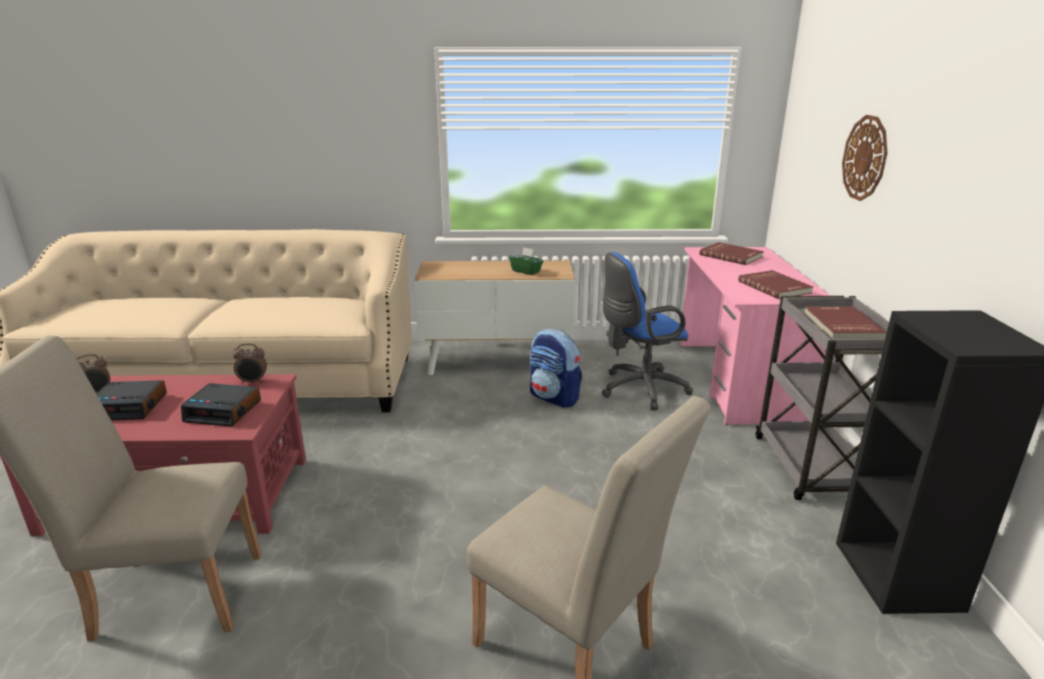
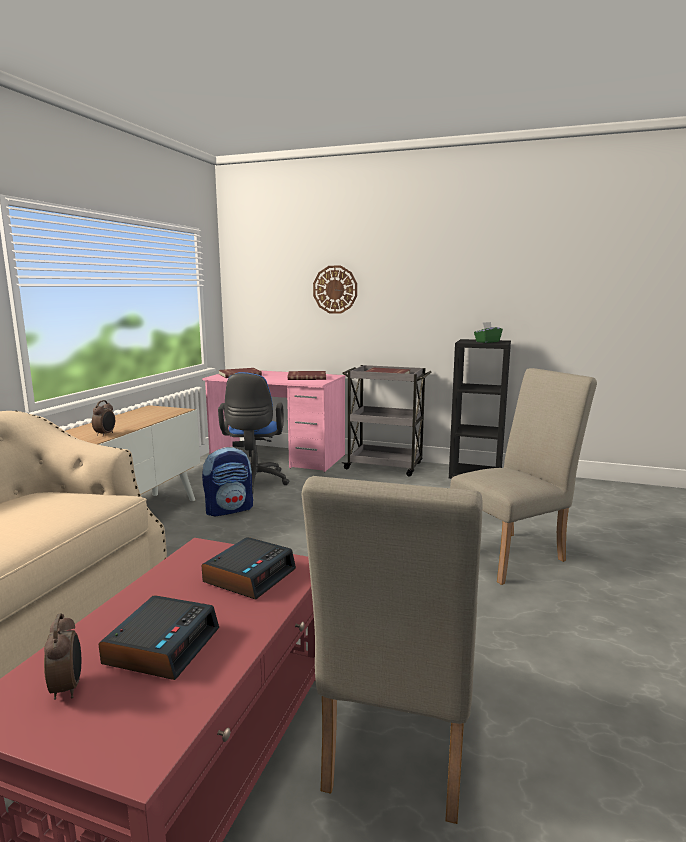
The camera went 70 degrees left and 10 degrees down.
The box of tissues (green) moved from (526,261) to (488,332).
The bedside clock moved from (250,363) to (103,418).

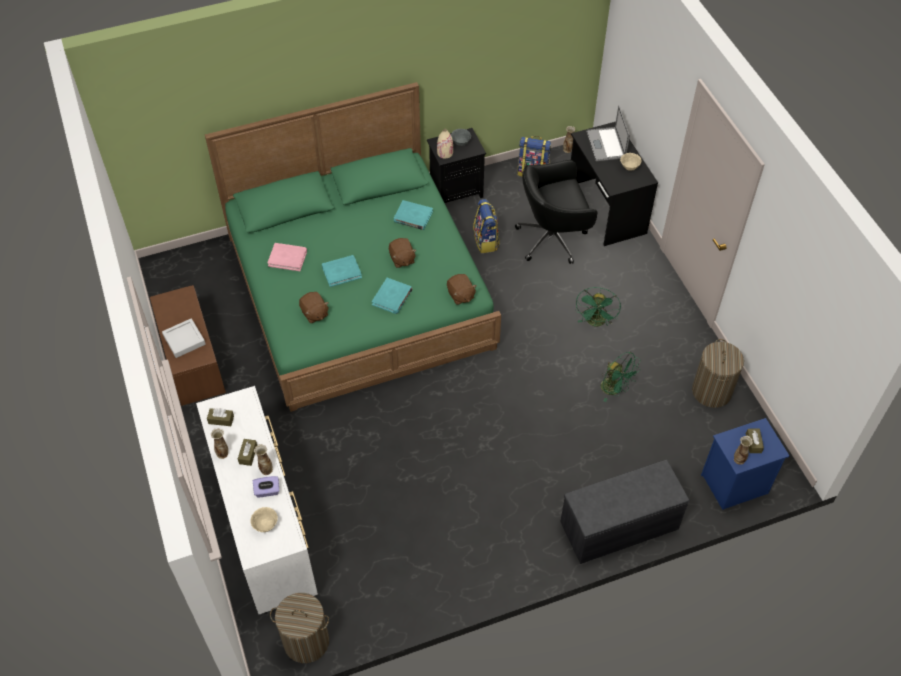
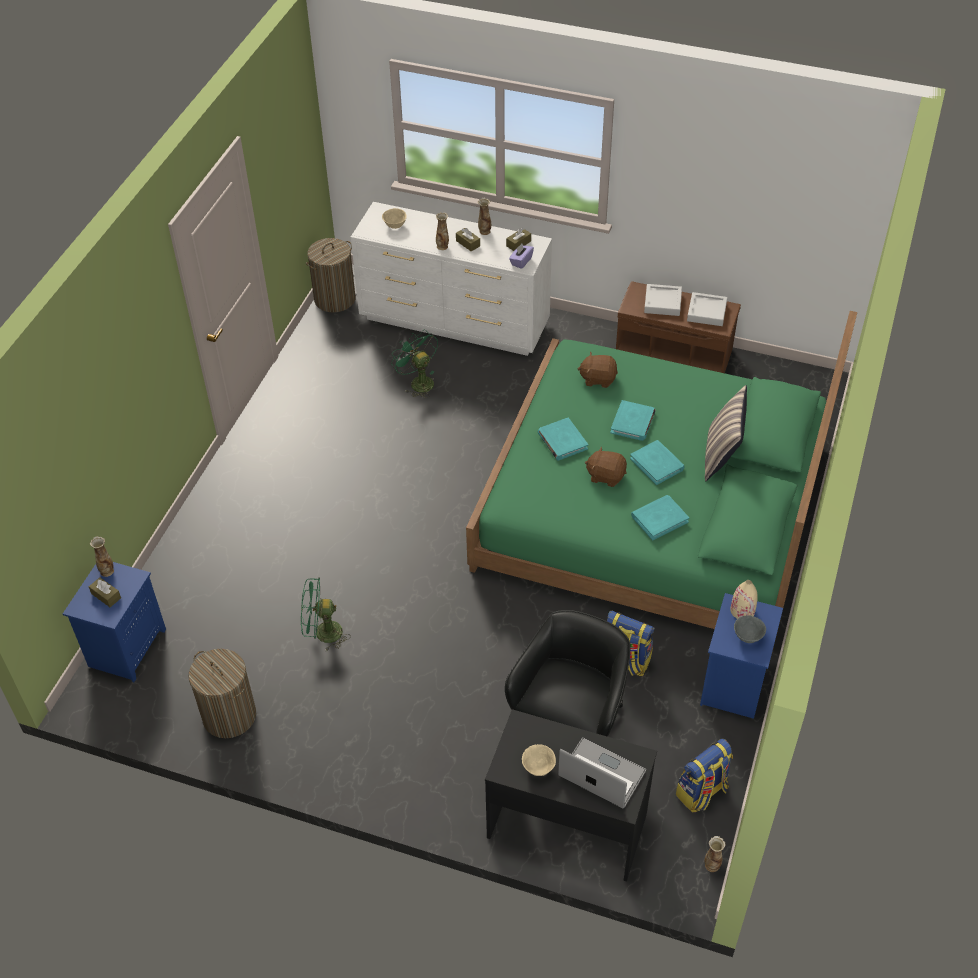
The camera went 130 degrees right and 5 degrees down.
The bedside table (blackish) at (456,165) became the bedside table (bluish) at (741,656).
The volume (pink-coloured) at (287,257) disappeared.
The cuddly toy (brown-coloured) at (462,289) disappeared.
The electric fan (green) moved from (598,307) to (414,363).
The bench (grey) at (624,512) disappeared.
The box of tissues (purple-coloured) moved from (266,486) to (521,256).
The carrying tray (grey) at (707,309) appeared.
The throw pillow at (726,433) appeared.
The volume (turquoise-coloured) at (657,462) appeared.

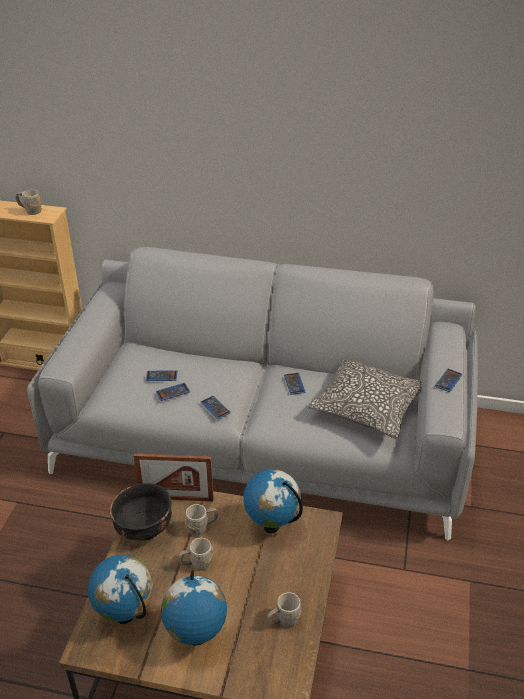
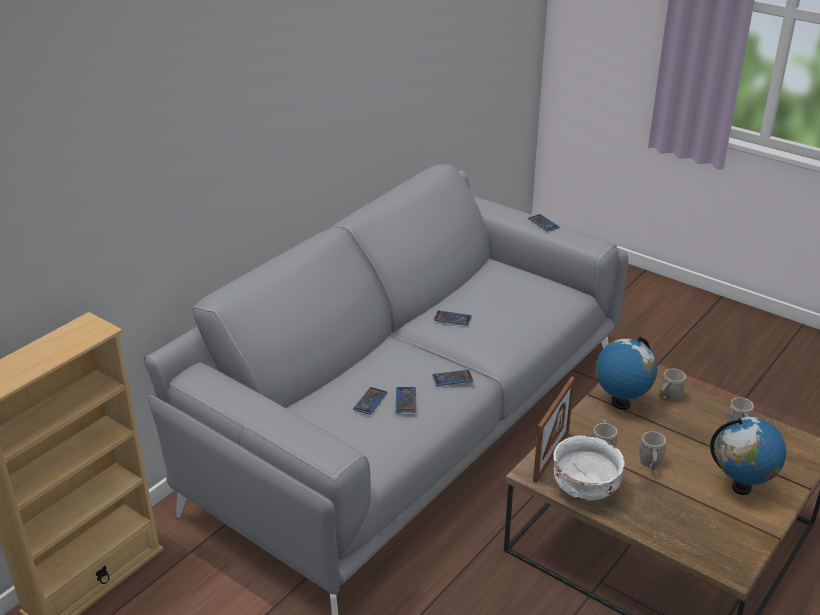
The camera went 65 degrees left and 5 degrees down.
The mug (grey) moved from (29,202) to (672,385).
The throw pillow at (365,399) disappeared.
The serving bowl (blackish) at (141,511) became the serving bowl (white-coloured) at (589,468).
The desk globe at (120,589) disappeared.

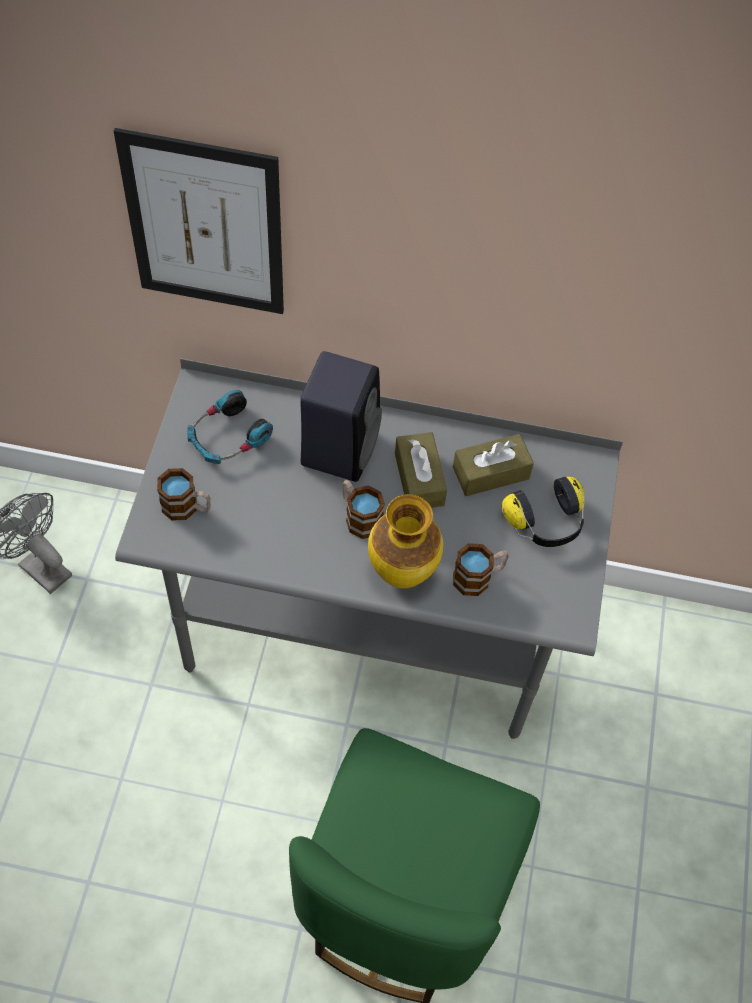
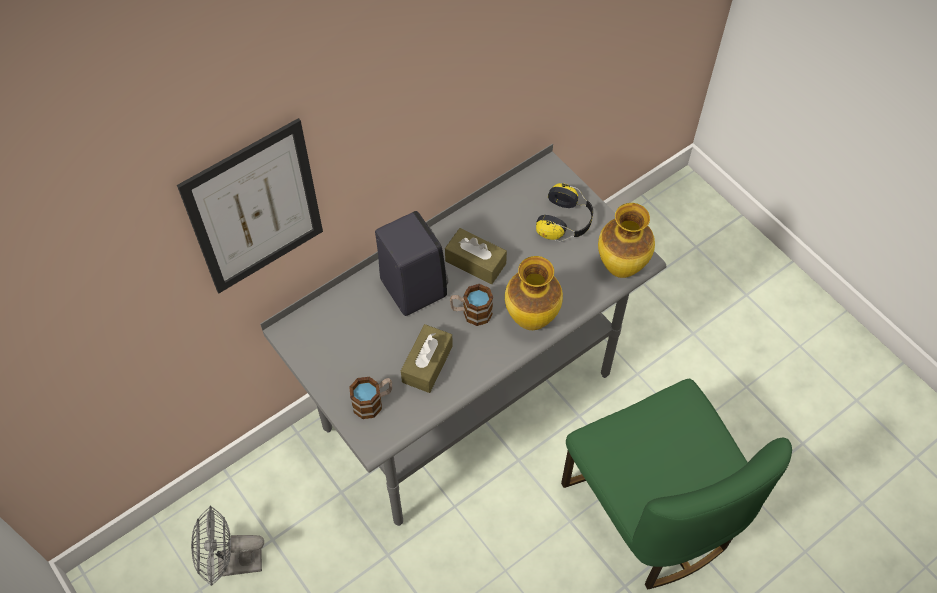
The camera went 45 degrees left and 0 degrees up.
The headset at (230,427) disappeared.
The box of tissues (brown-coloured) moved from (493,465) to (427,358).
The mug at (481,569) disappeared.
The vase at (626,240) appeared.

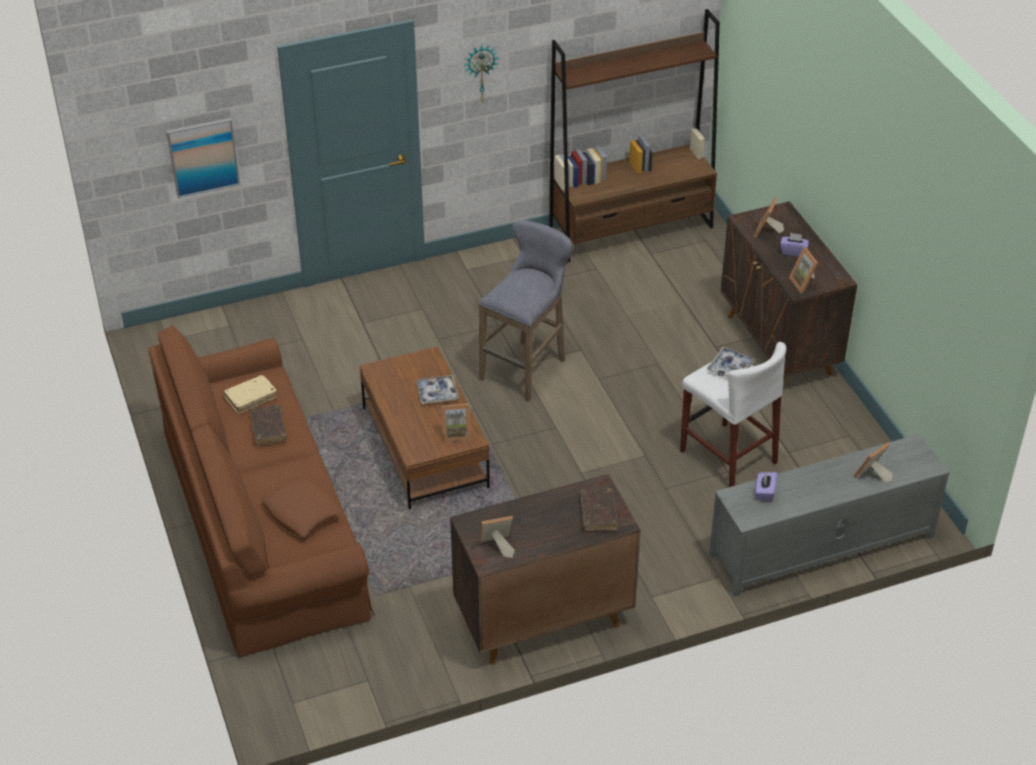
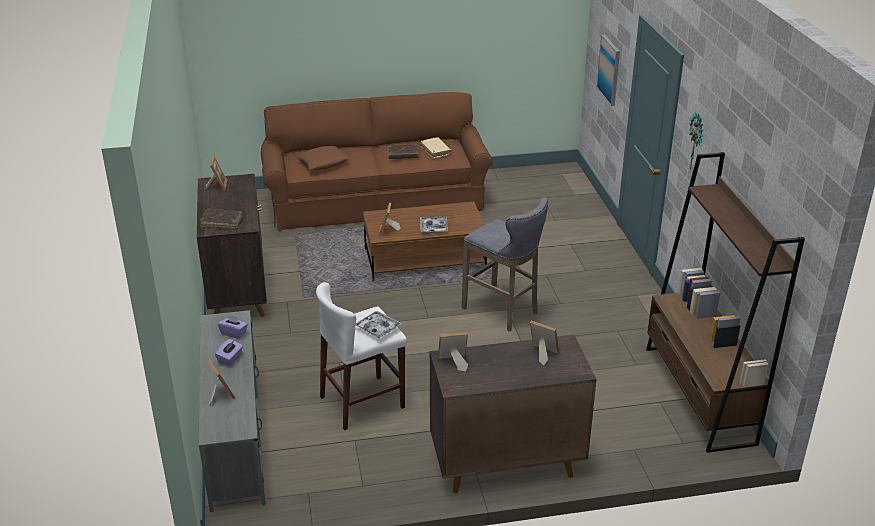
The camera went 100 degrees right and 10 degrees down.
The box of tissues (purple-coloured) moved from (794,245) to (229,352).

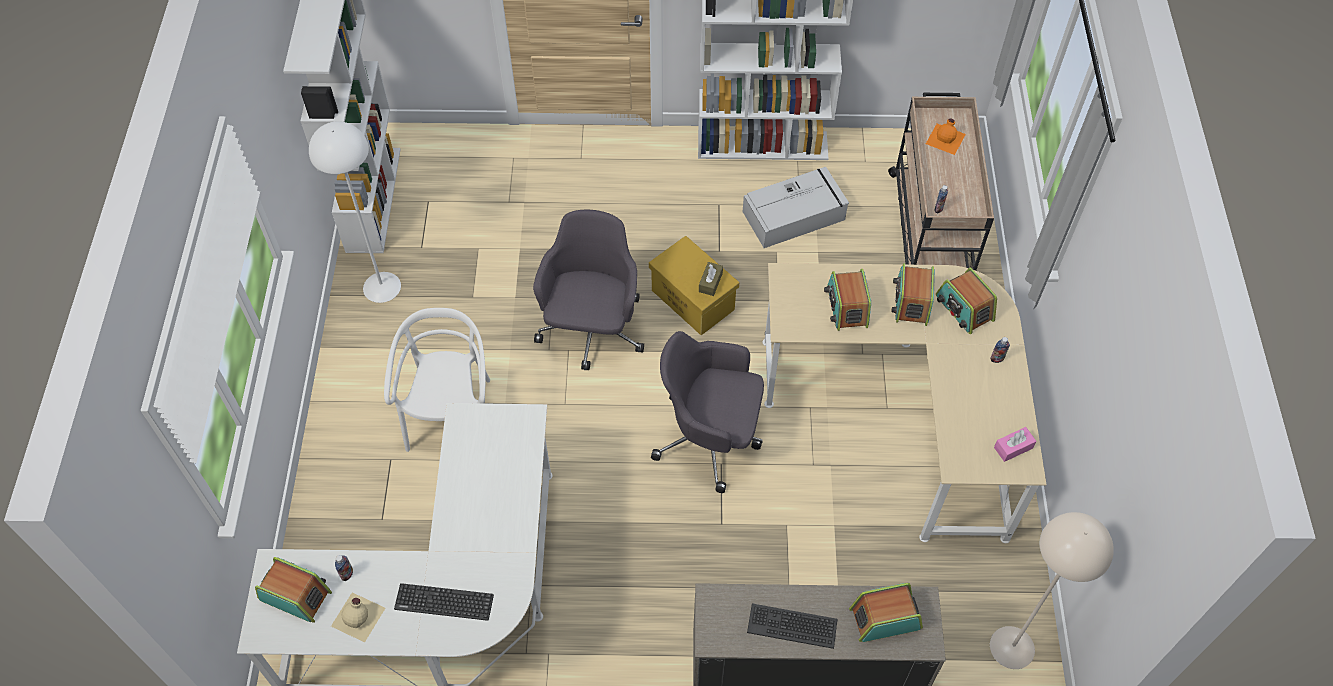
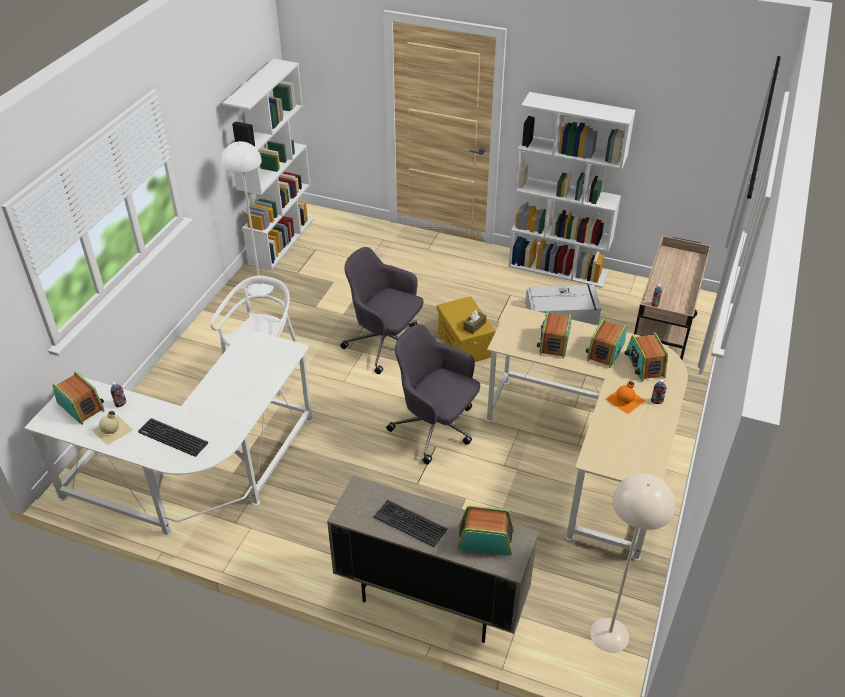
The camera went 20 degrees right and 15 degrees down.
The drink bottle (orangey) moved from (946,137) to (625,397).
The office chair (grey) at (588,290) turned 90 degrees counterclockwise.
The box of tissues (pink-coloured) at (1015,444) disappeared.

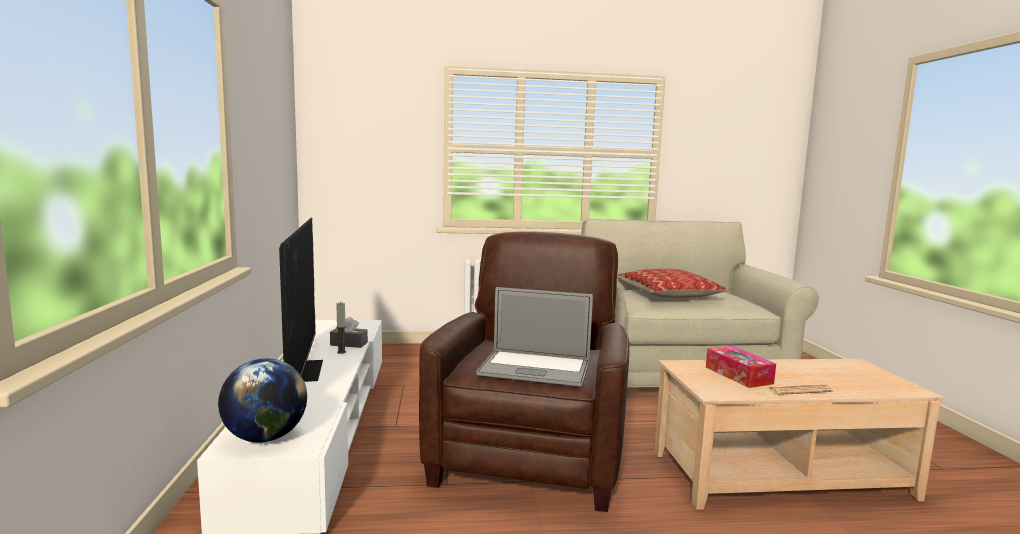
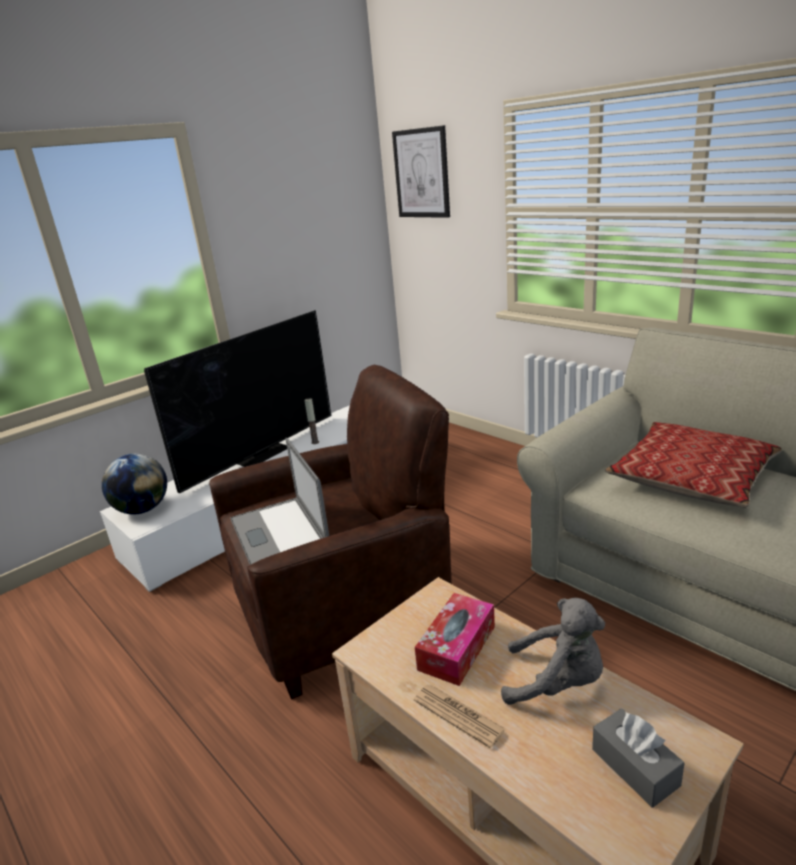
The camera went 55 degrees right and 15 degrees up.
The box of tissues (grey) moved from (349,332) to (638,758).
The picture at (421,171) appeared.
The cuddly toy (grey) at (553,651) appeared.

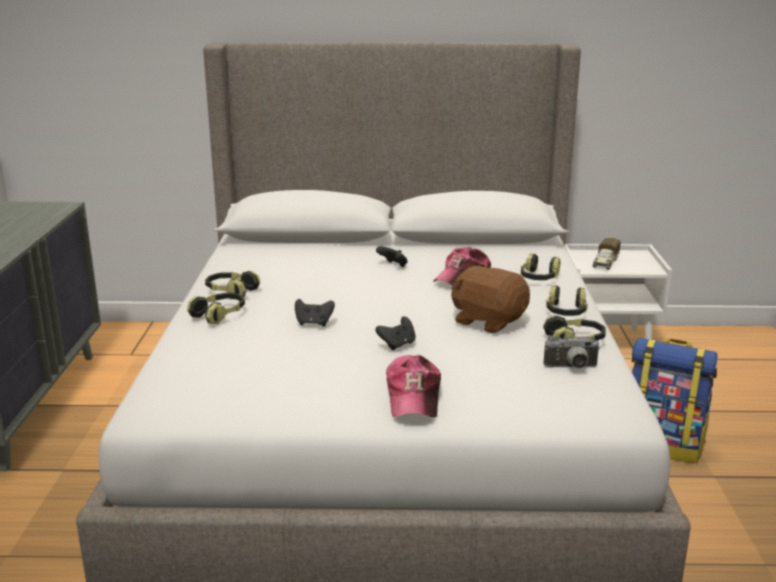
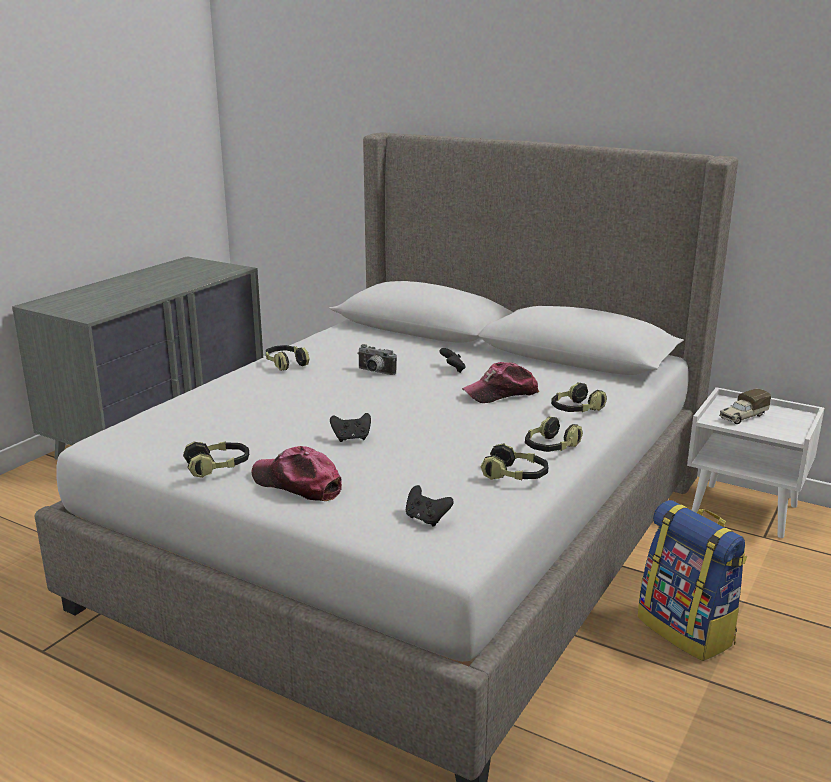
The camera went 30 degrees right and 0 degrees up.
The cuddly toy (brown-coloured) at (490,298) disappeared.
The headset moved from (216,308) to (216,459).
The gamepad (blackish) moved from (315,313) to (430,505).
The still camera moved from (571,352) to (377,359).
The baseball cap at (413,386) turned 90 degrees clockwise.

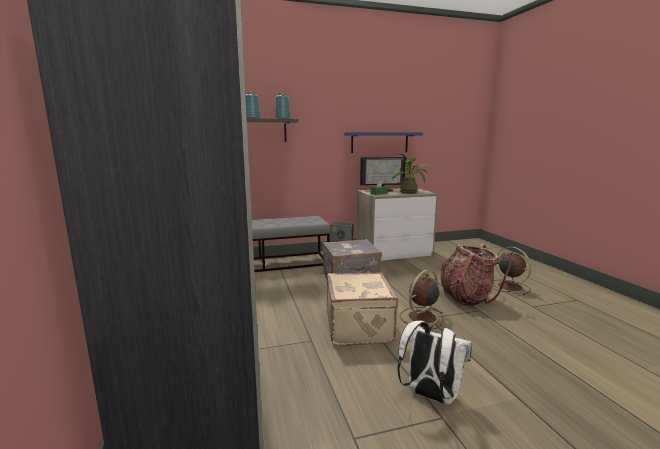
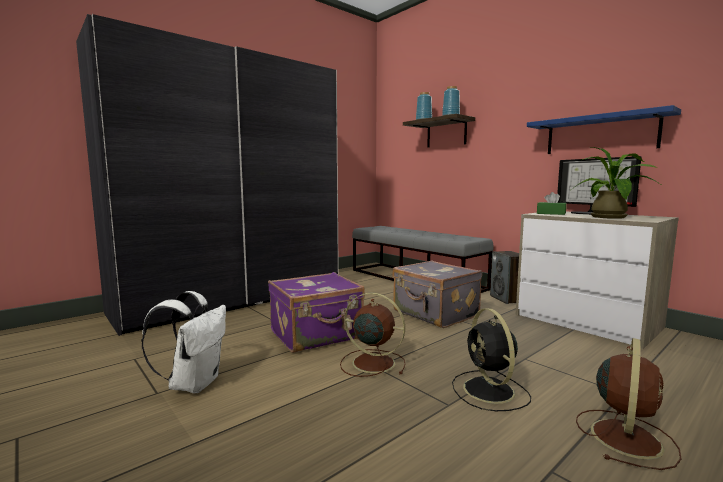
The camera went 65 degrees right and 5 degrees down.
The knapsack at (476,275) was replaced by the electric fan (blackish) at (491,359).
The suitcase (sand-coloured) at (362,308) became the suitcase (purple-coloured) at (316,312).

